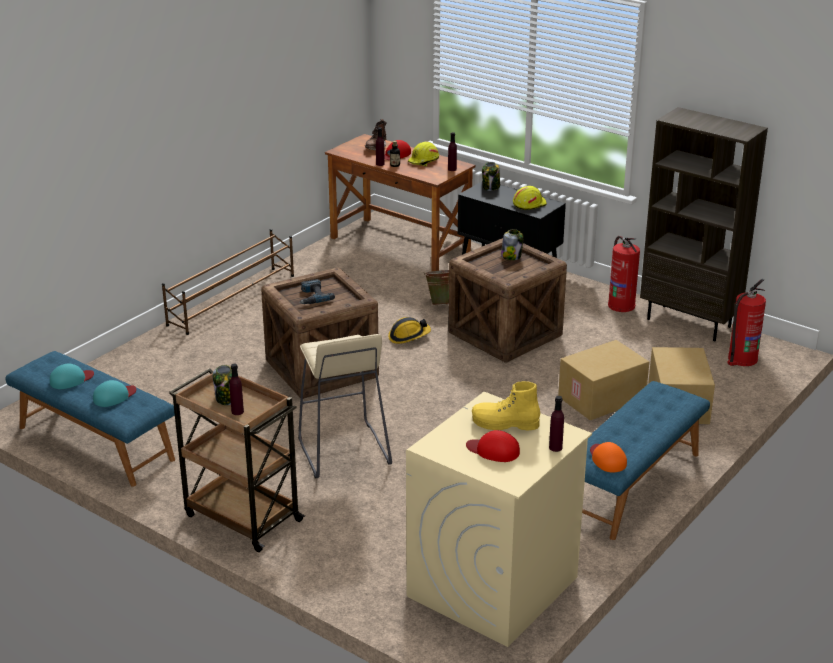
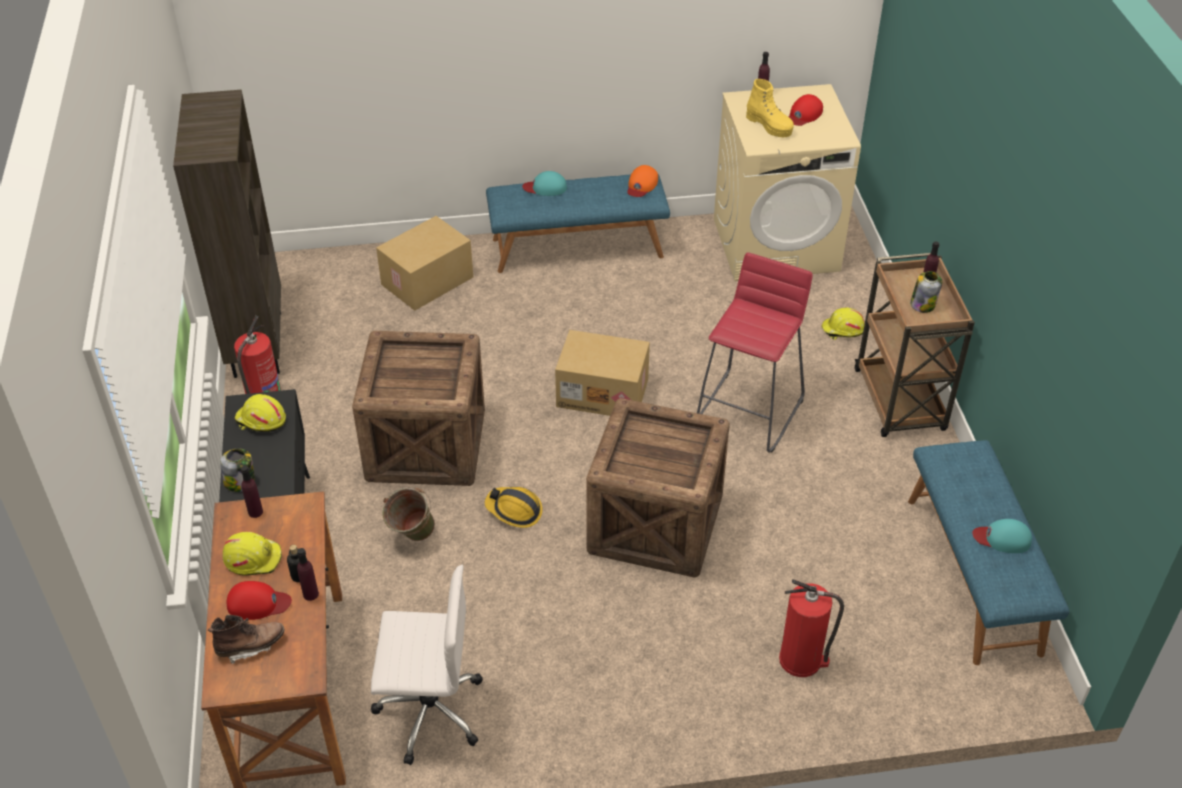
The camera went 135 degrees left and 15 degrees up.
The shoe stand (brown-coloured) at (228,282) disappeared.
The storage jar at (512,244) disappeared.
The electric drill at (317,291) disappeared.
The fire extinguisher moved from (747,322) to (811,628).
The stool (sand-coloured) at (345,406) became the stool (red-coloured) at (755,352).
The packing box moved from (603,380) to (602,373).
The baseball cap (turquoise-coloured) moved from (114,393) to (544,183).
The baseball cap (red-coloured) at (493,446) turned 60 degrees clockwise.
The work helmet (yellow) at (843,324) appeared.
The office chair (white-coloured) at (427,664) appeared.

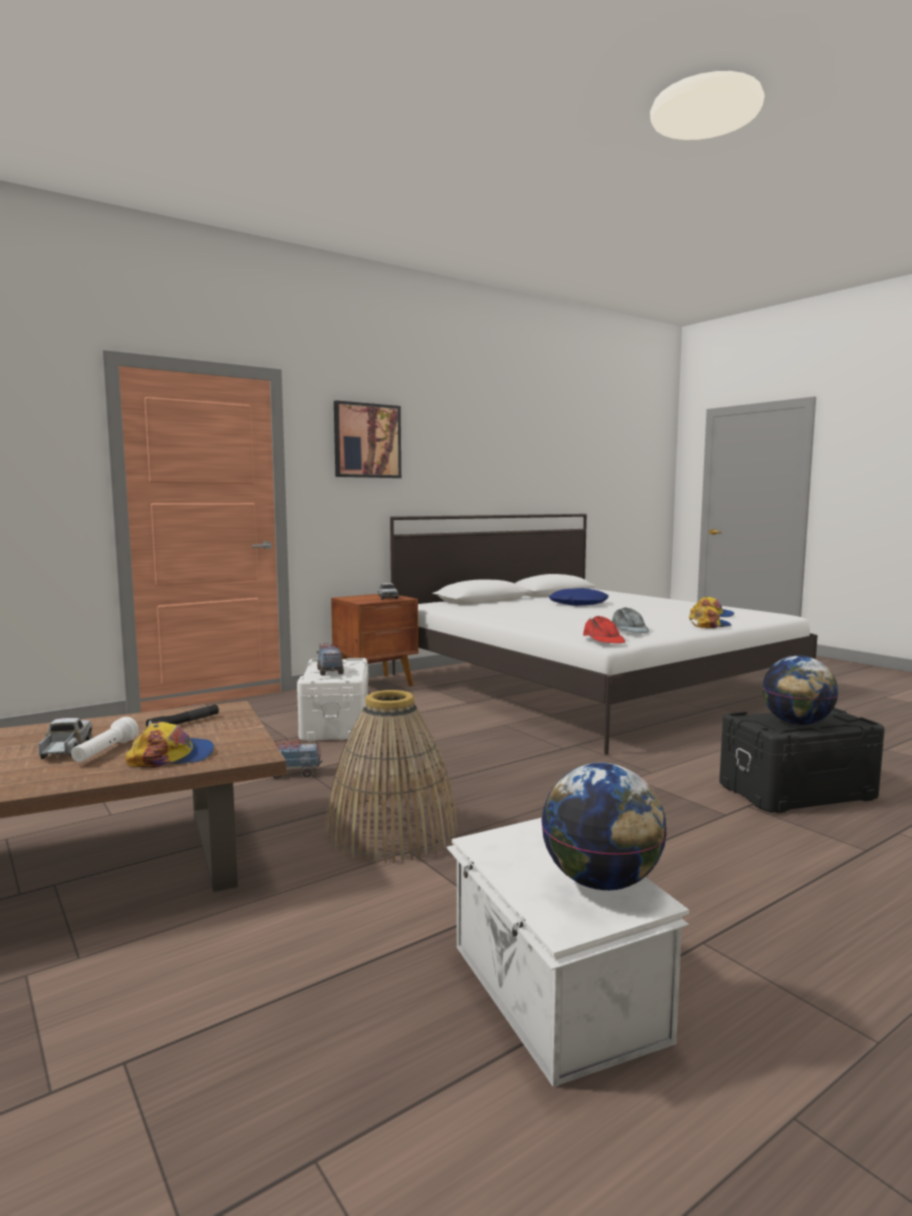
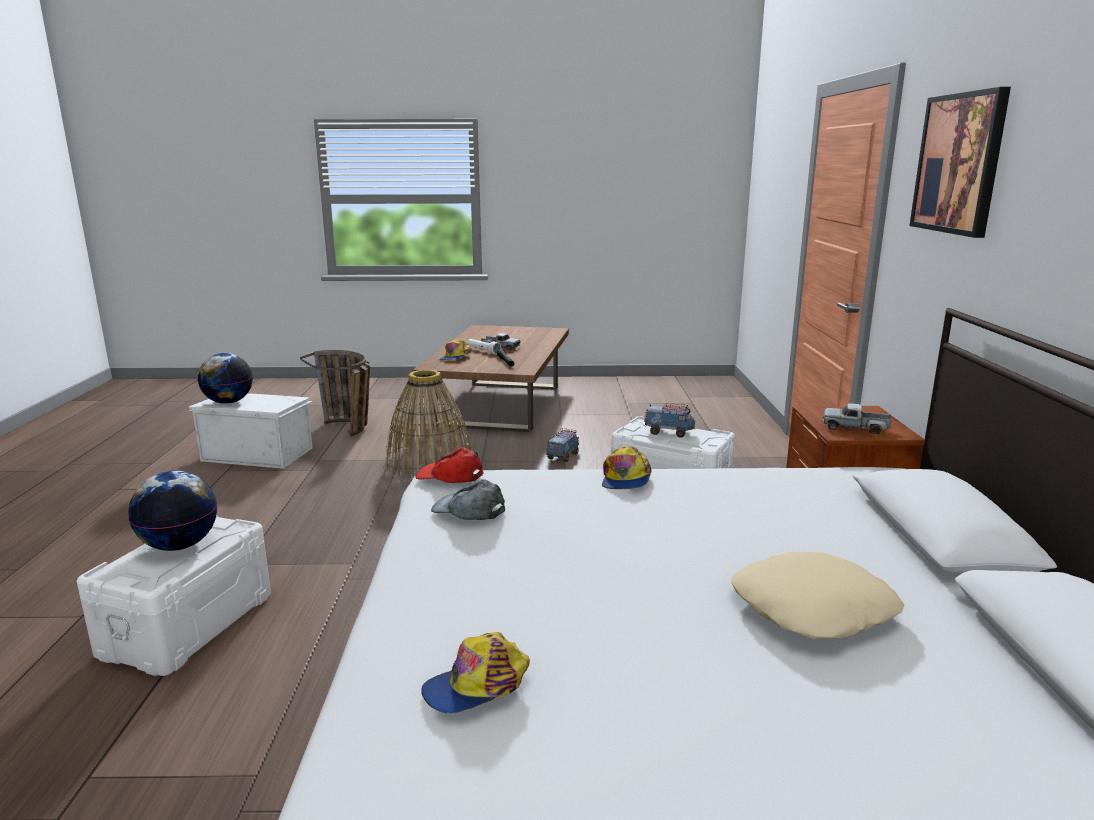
The camera went 125 degrees right and 10 degrees up.
The throw pillow (bluish) at (579,597) became the throw pillow (sand-coloured) at (817,596).
The baseball cap moved from (710,617) to (627,467).
The storage box (blackish) at (802,760) became the storage box (white-coloured) at (173,595).
The storage basket at (335,393) appeared.

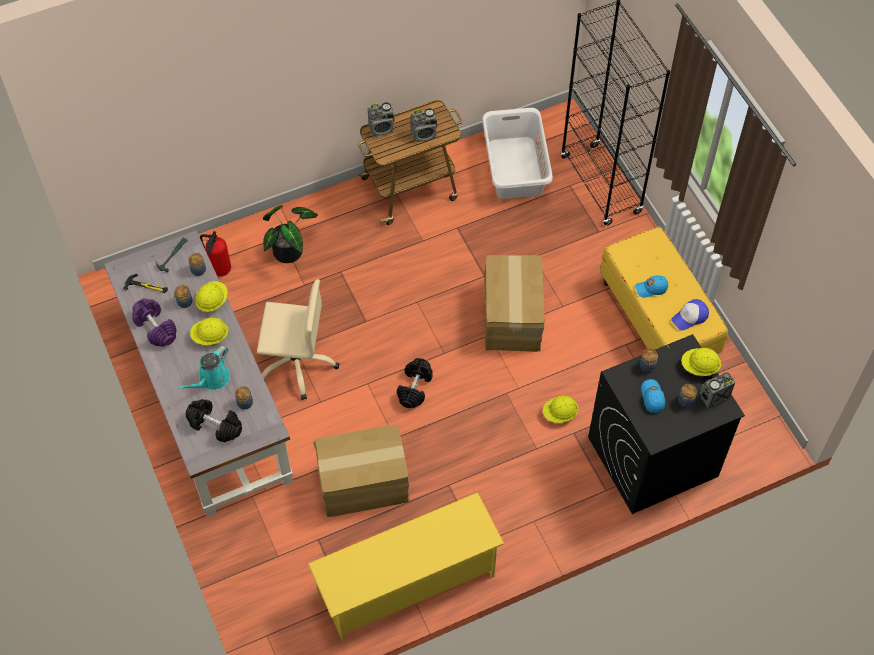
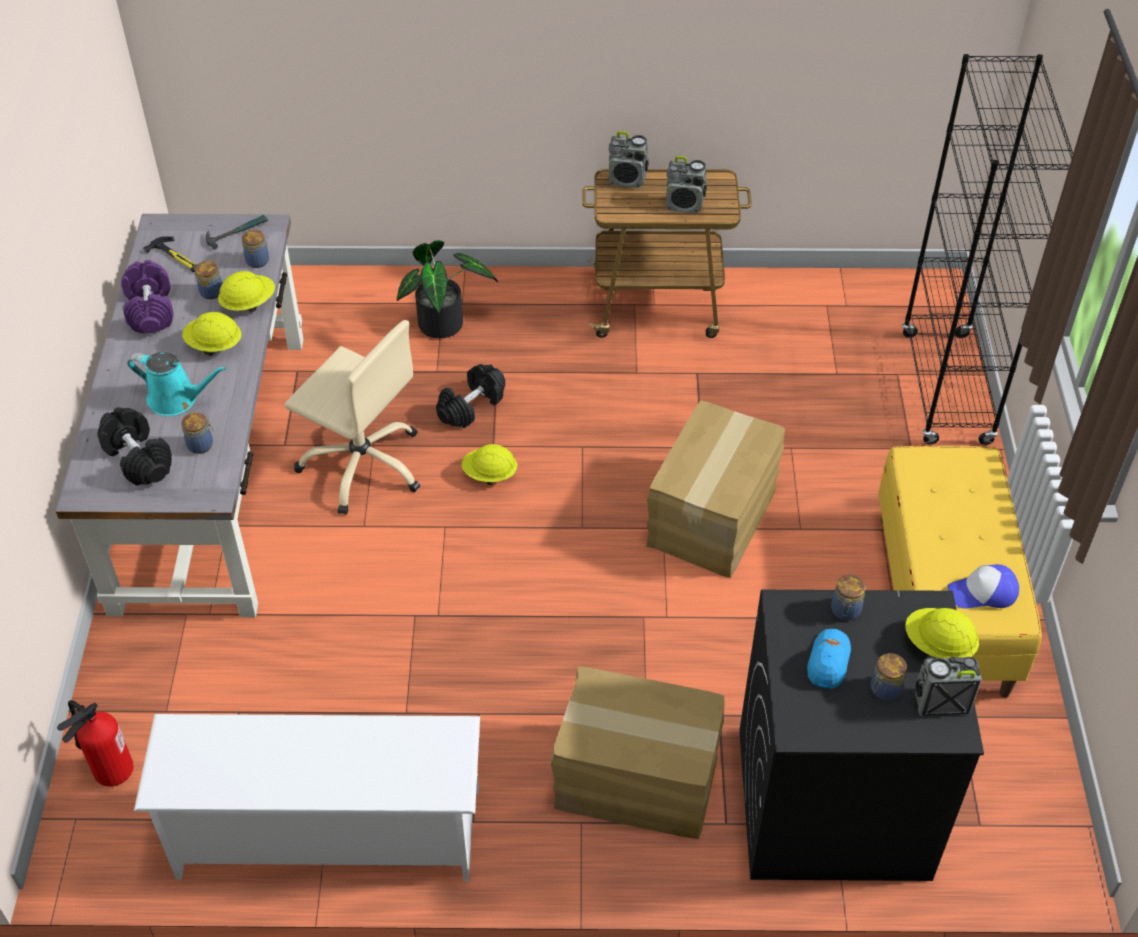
The camera went 25 degrees right and 10 degrees down.
The hamper (white-coloured) at (517,153) disappeared.
The fire extinguisher moved from (215,253) to (95,743).
The baseball cap (bluish) at (651,286) disappeared.
The watering pot (turquoise-coloured) at (204,368) turned 135 degrees counterclockwise.
The dumbbell (blackish) moved from (415,383) to (470,396).
The work helmet (yellow) moved from (560,409) to (489,464).
The packing box moved from (361,470) to (638,752).
The shoe stand (yellow) at (406,567) became the shoe stand (white-coloured) at (307,798).

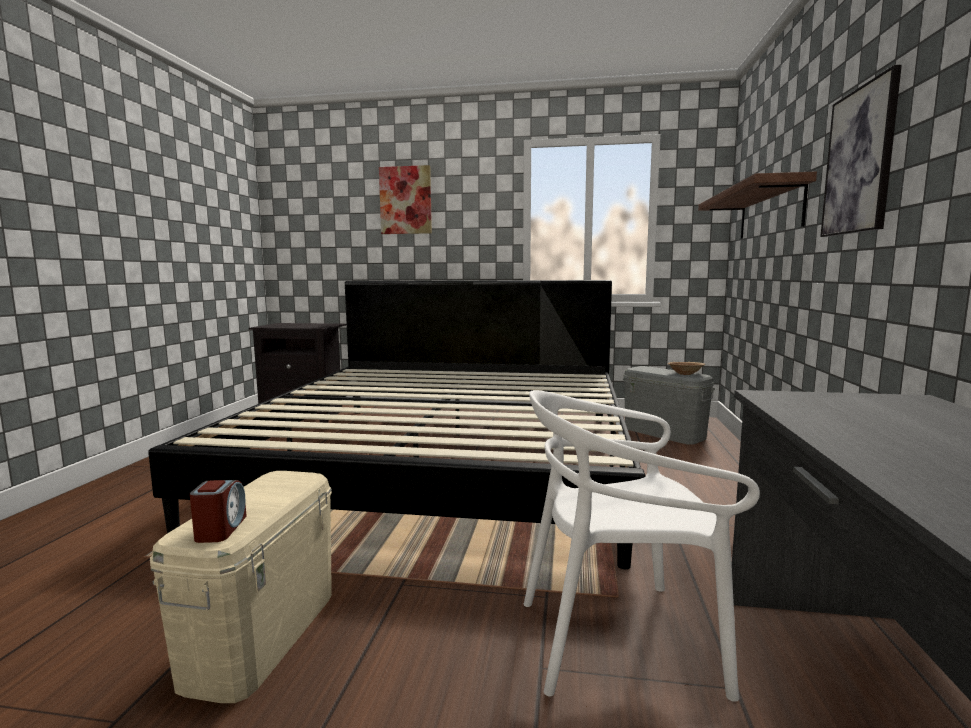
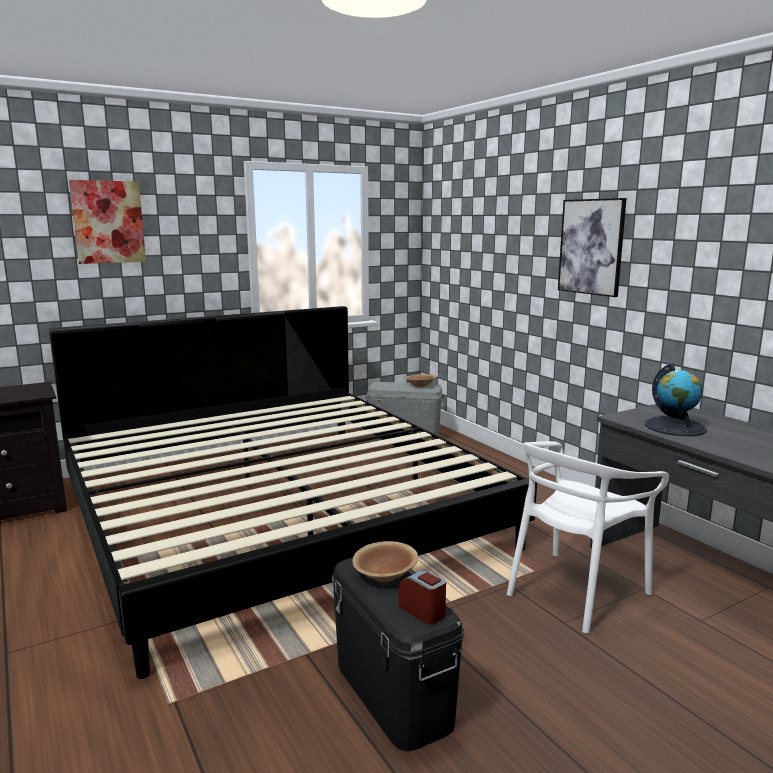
The camera went 40 degrees left and 5 degrees up.
The bracket shelf at (757,205) disappeared.
The storage box (sand-coloured) at (241,587) became the storage box (blackish) at (398,654).
The desk globe at (676,399) appeared.
The serving bowl (brown-coloured) at (385,561) appeared.

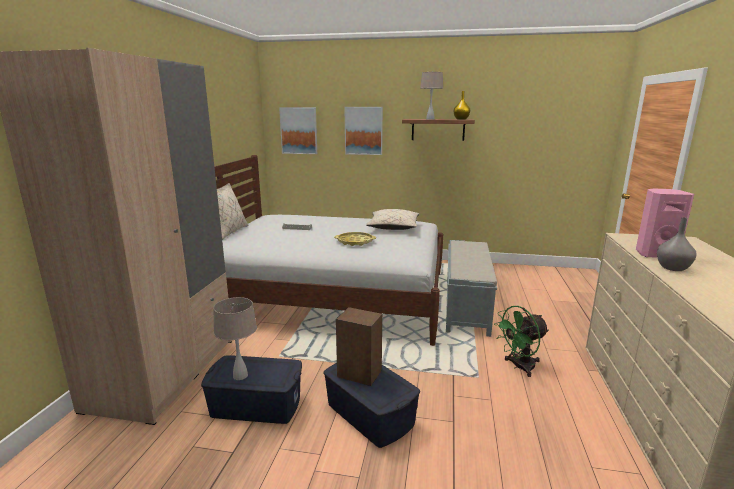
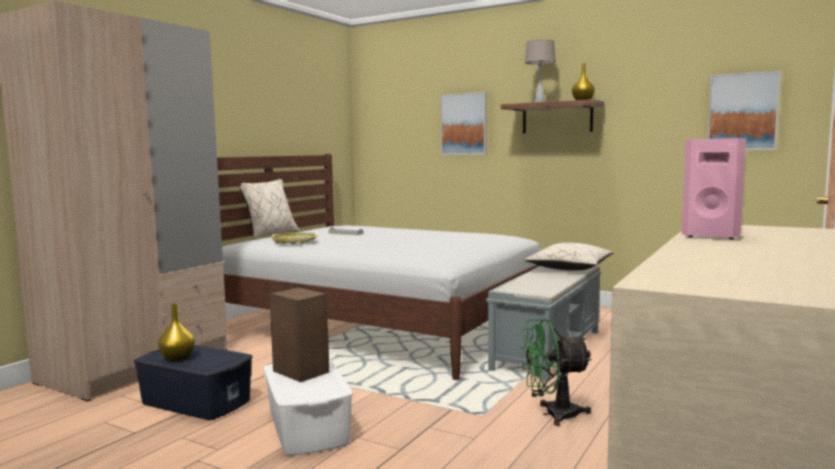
The camera went 20 degrees right and 10 degrees down.
The picture moved from (298,130) to (744,110).
The throw pillow (sand-coloured) moved from (392,219) to (569,257).
The vase (grey) at (676,244) disappeared.
The carrying tray (yellow) moved from (355,239) to (294,238).
The tabletop lamp (sand-coloured) at (235,338) was replaced by the vase (yellow) at (176,332).
The storage box (bluish) at (371,405) became the storage box (white-coloured) at (308,407).

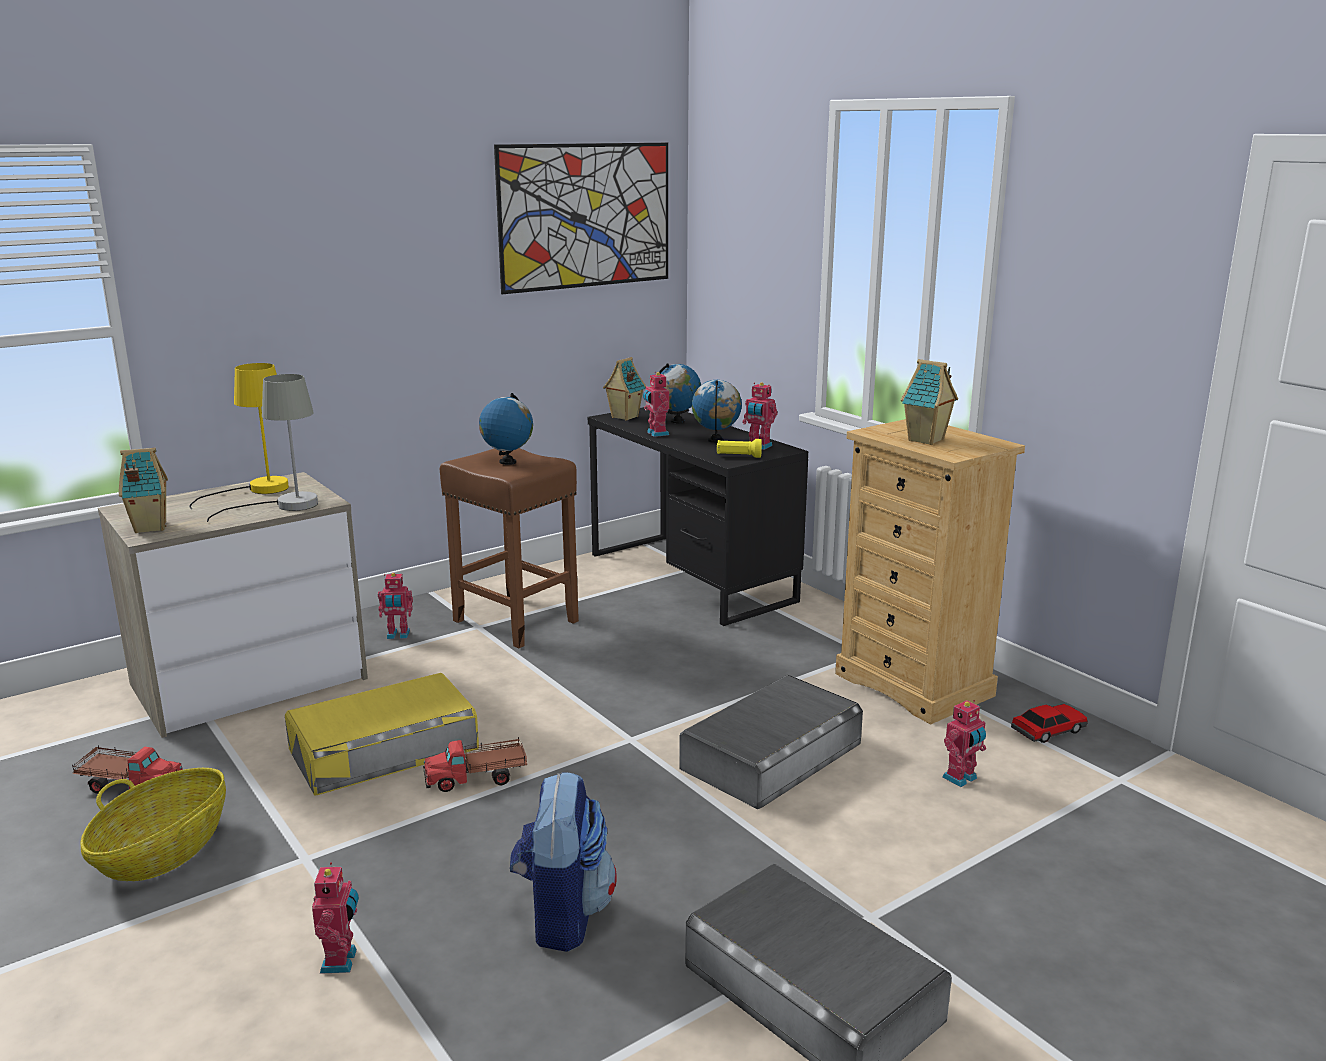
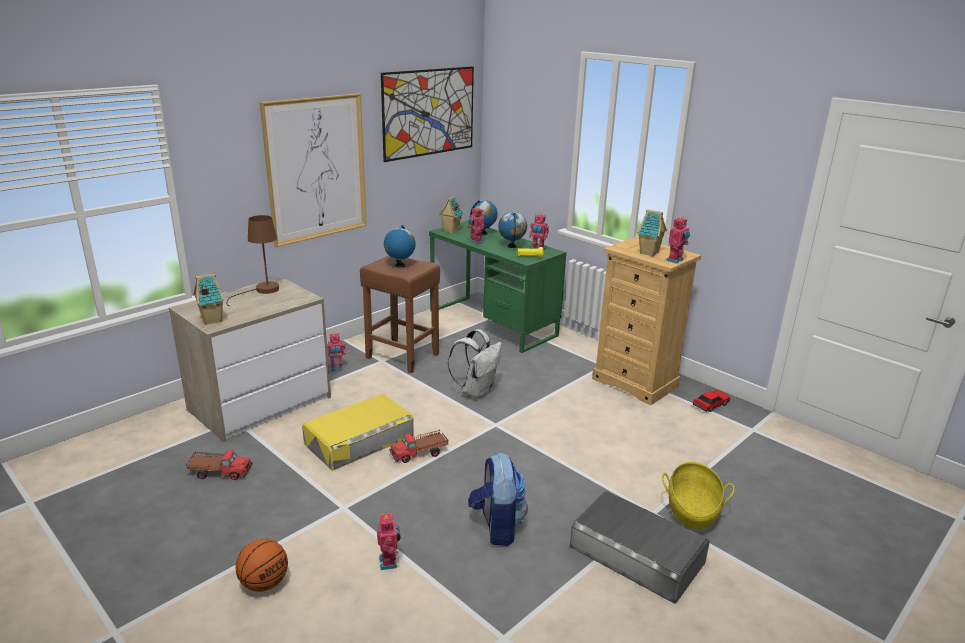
The camera went 10 degrees left and 5 degrees up.
The tabletop lamp (yellow) at (239,436) became the tabletop lamp (brown-coloured) at (252,261).
The tabletop lamp (grey) at (262,448) disappeared.
The desk unit (blackish) at (698,516) became the desk unit (green) at (497,287).
The storage box (grey) at (771,742) disappeared.
The toy robot moved from (964,743) to (678,240).
The storage basket moved from (153,824) to (698,495).
The picture at (313,170) appeared.
The knapsack (white-coloured) at (475,364) appeared.
The basketball at (261,565) appeared.

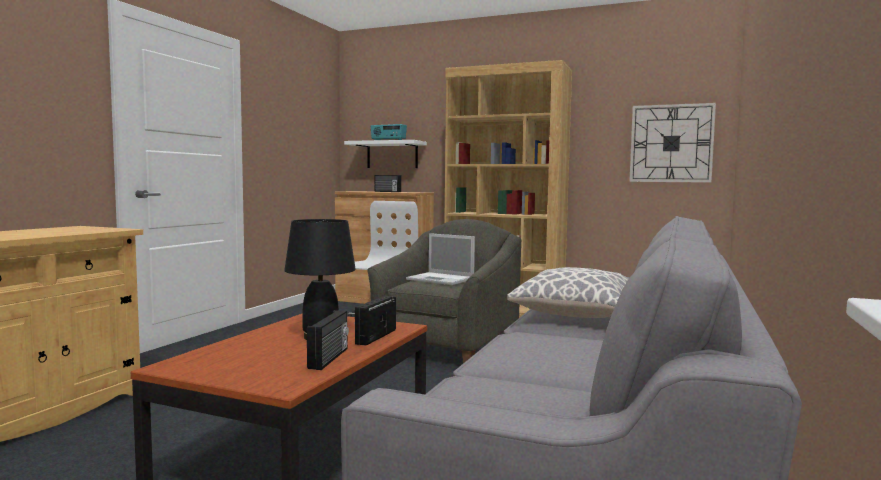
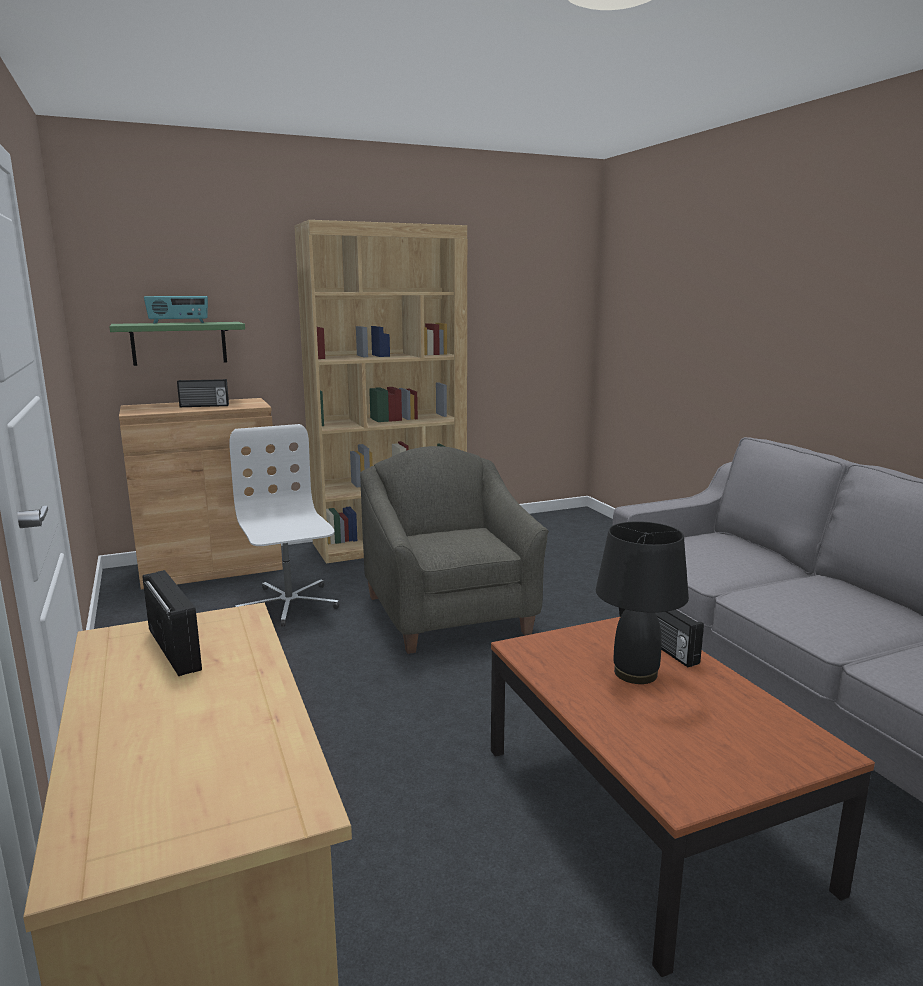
The camera went 45 degrees left and 10 degrees up.
The clock on the wall at (672,143) disappeared.
The bracket shelf (white-coloured) at (385,154) became the bracket shelf (green) at (177,344).
The portable computer at (440,259) disappeared.
The throw pillow at (567,292) disappeared.
The radio moved from (328,340) to (172,623).

